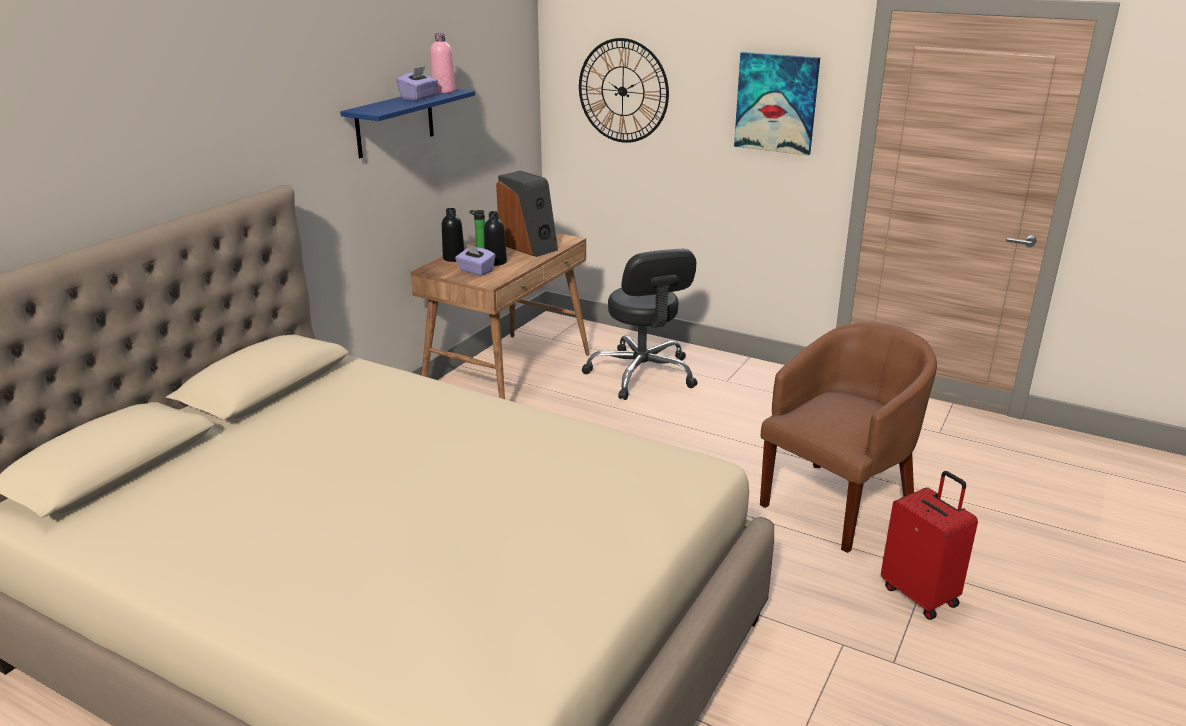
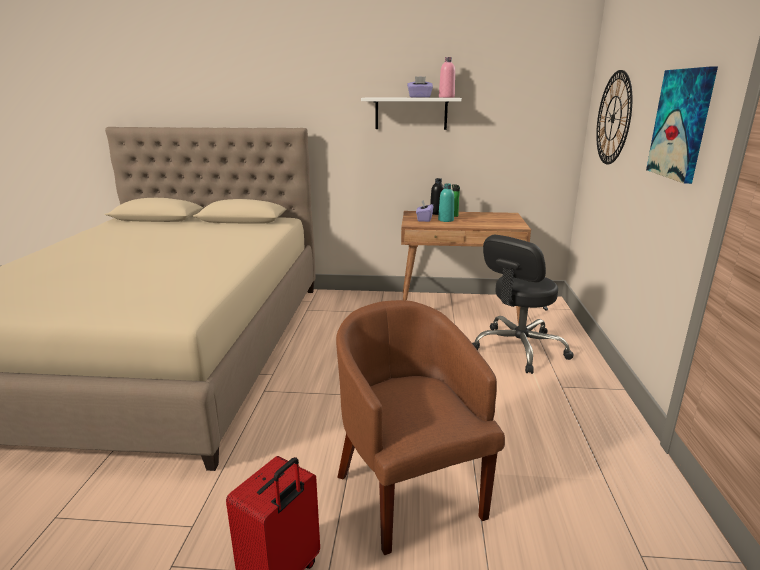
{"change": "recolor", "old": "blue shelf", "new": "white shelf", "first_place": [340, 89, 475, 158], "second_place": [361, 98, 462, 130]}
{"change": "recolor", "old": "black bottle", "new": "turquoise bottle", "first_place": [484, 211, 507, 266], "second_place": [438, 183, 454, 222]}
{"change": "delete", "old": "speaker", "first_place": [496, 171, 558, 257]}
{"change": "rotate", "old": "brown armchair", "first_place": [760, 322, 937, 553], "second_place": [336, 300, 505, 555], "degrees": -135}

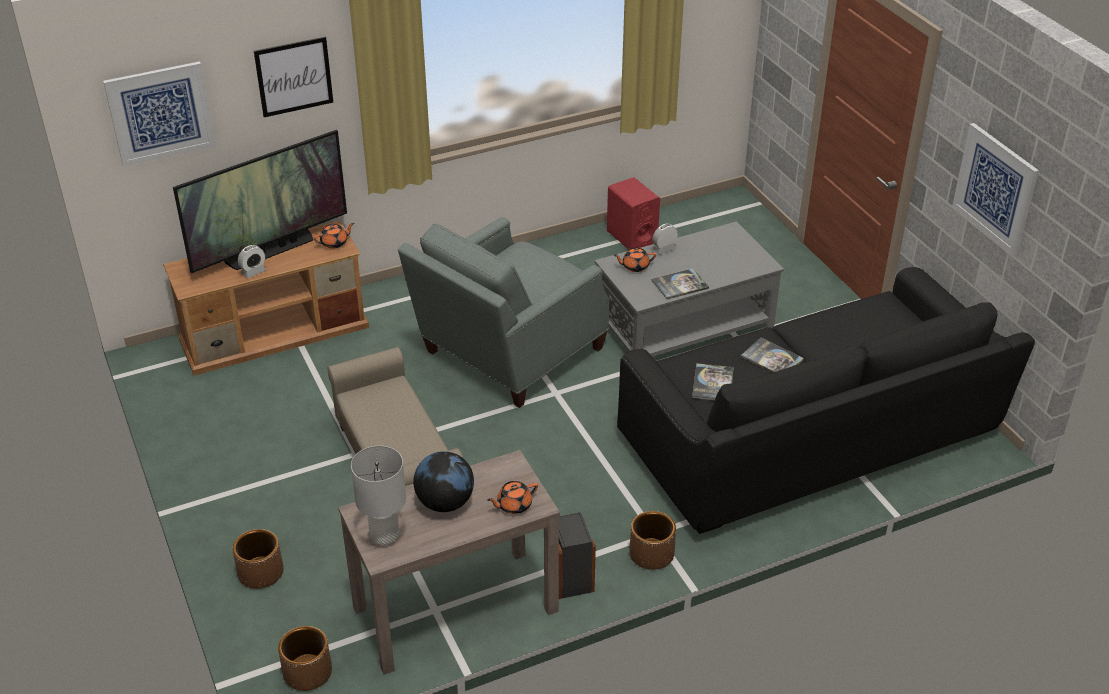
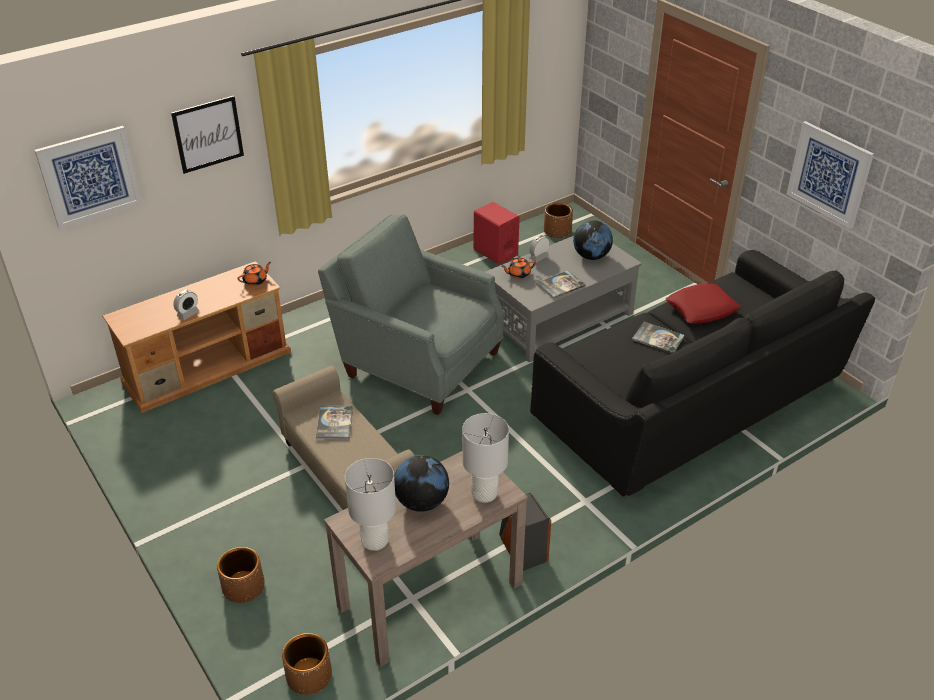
{"change": "delete", "old": "television", "first_place": [173, 130, 347, 273]}
{"change": "rotate", "old": "grey armchair", "first_place": [398, 217, 610, 408], "second_place": [318, 215, 504, 415], "degrees": 90}
{"change": "replace", "old": "orange teapot", "new": "grey table lamp", "first_place": [487, 481, 538, 514], "second_place": [462, 413, 509, 503]}
{"change": "move", "old": "brown planter", "first_place": [629, 511, 676, 570], "second_place": [544, 203, 573, 238]}
{"change": "move", "old": "book", "first_place": [692, 363, 734, 400], "second_place": [316, 406, 353, 439]}
{"change": "insert", "new": "globe", "second_place": [573, 220, 613, 260]}
{"change": "insert", "new": "red pillow", "second_place": [666, 284, 741, 323]}

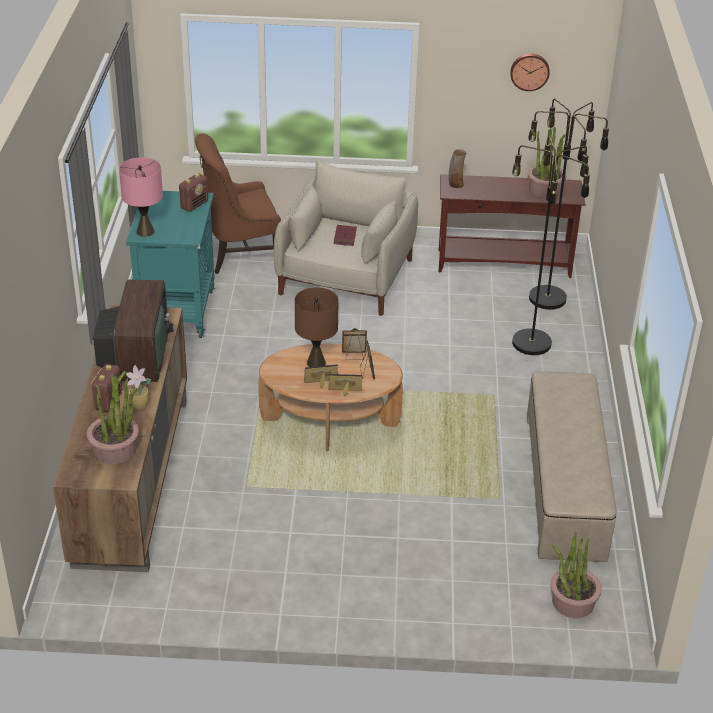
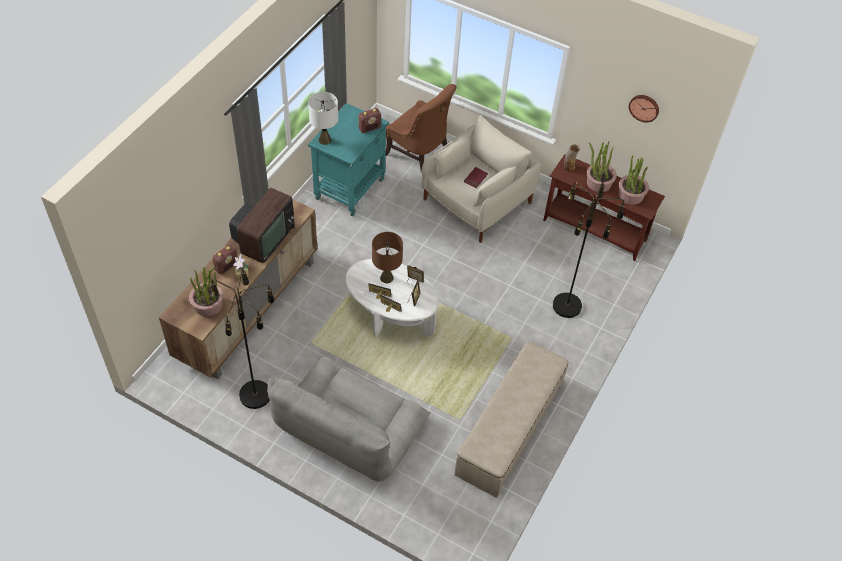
{"change": "recolor", "old": "pink table lamp", "new": "white table lamp", "first_place": [119, 157, 163, 237], "second_place": [308, 92, 338, 145]}
{"change": "rotate", "old": "brown armchair", "first_place": [195, 133, 281, 274], "second_place": [386, 84, 456, 172], "degrees": -150}
{"change": "recolor", "old": "brown coffee table", "new": "white coffee table", "first_place": [258, 343, 403, 451], "second_place": [346, 259, 439, 337]}
{"change": "move", "old": "floor lamp", "first_place": [528, 98, 609, 310], "second_place": [211, 268, 274, 409]}
{"change": "move", "old": "potted plant", "first_place": [551, 531, 602, 618], "second_place": [587, 141, 617, 192]}
{"change": "insert", "new": "grey sofa", "second_place": [267, 356, 431, 482]}

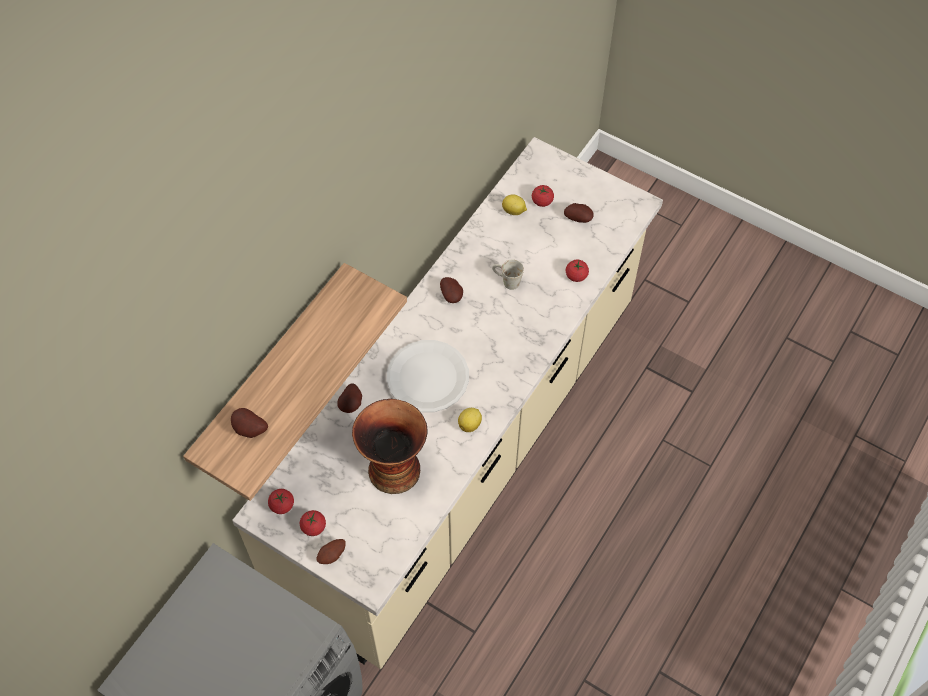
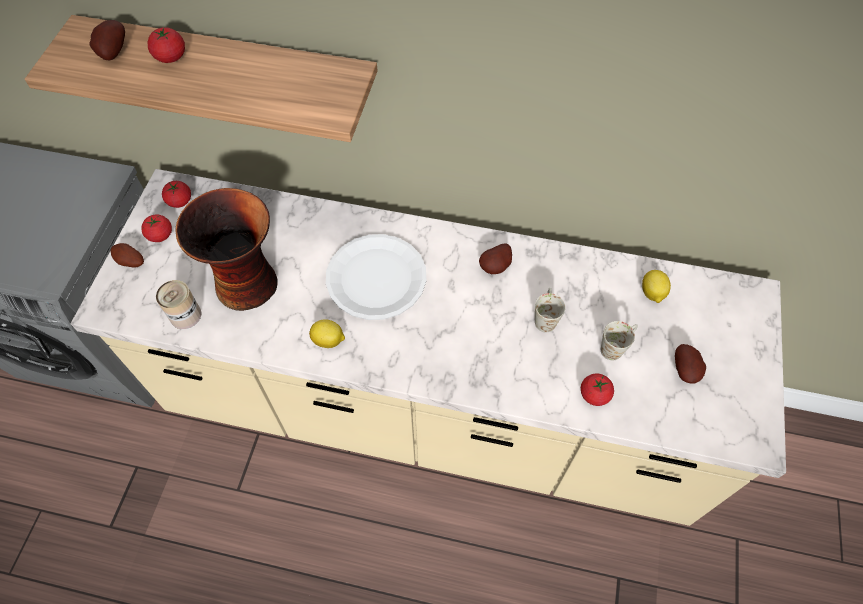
{"change": "delete", "old": "potato", "first_place": [337, 384, 362, 413]}
{"change": "move", "old": "tomato", "first_place": [532, 185, 554, 207], "second_place": [148, 27, 185, 63]}
{"change": "insert", "new": "can", "second_place": [156, 280, 201, 329]}
{"change": "insert", "new": "white mug", "second_place": [601, 321, 638, 360]}

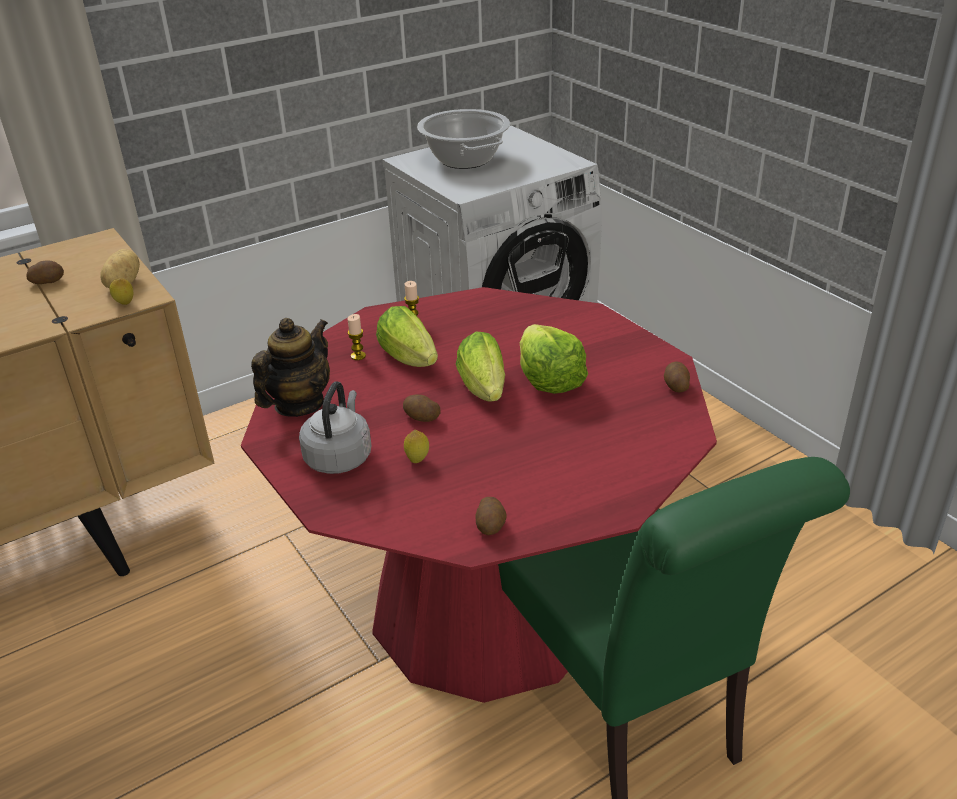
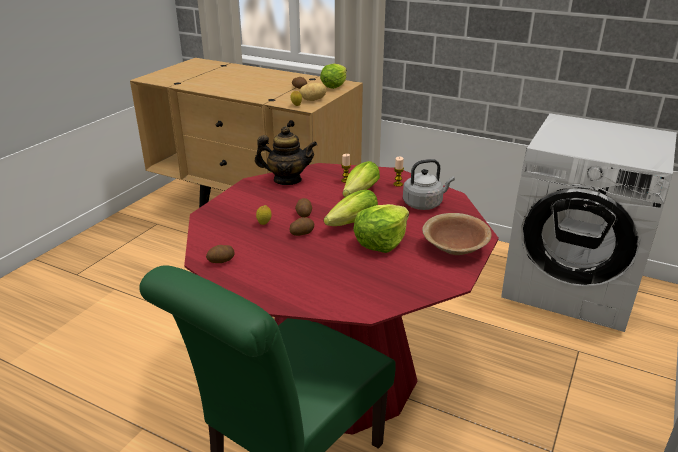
{"change": "move", "old": "grey kettle", "first_place": [299, 381, 372, 474], "second_place": [403, 159, 455, 210]}
{"change": "delete", "old": "cooking pot", "first_place": [417, 109, 510, 169]}
{"change": "move", "old": "potato", "first_place": [664, 361, 690, 392], "second_place": [290, 217, 314, 236]}
{"change": "insert", "new": "lettuce", "second_place": [320, 64, 347, 89]}
{"change": "insert", "new": "brown bowl", "second_place": [422, 213, 492, 255]}

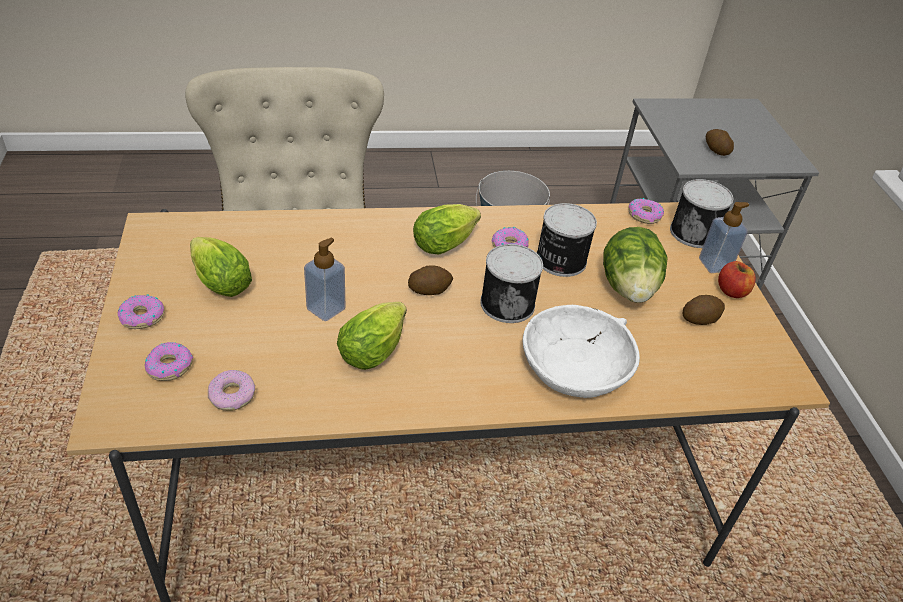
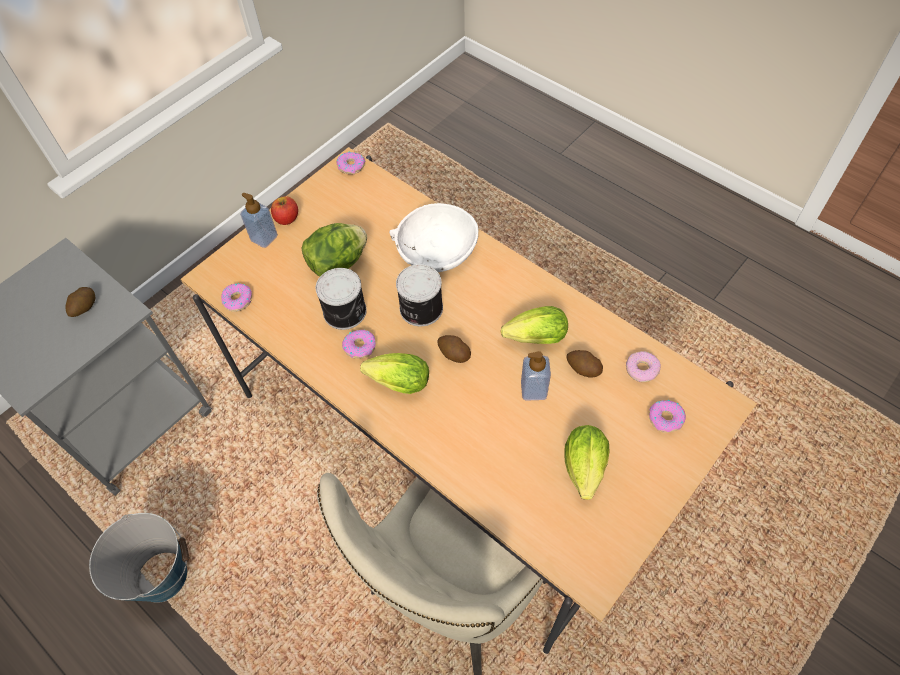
{"change": "move", "old": "donut", "first_place": [117, 294, 165, 329], "second_place": [337, 151, 365, 175]}
{"change": "delete", "old": "can", "first_place": [670, 179, 733, 248]}
{"change": "move", "old": "potato", "first_place": [682, 295, 725, 325], "second_place": [566, 350, 603, 378]}

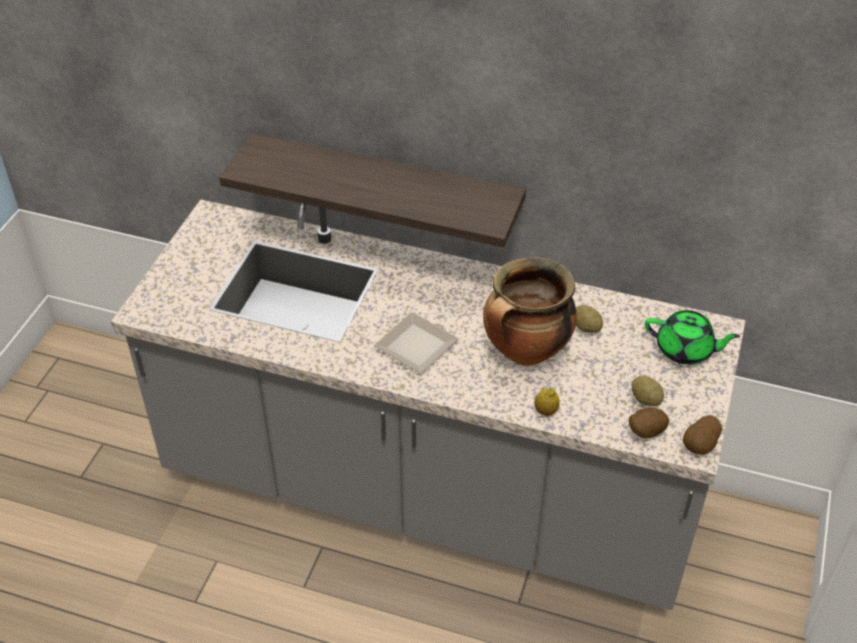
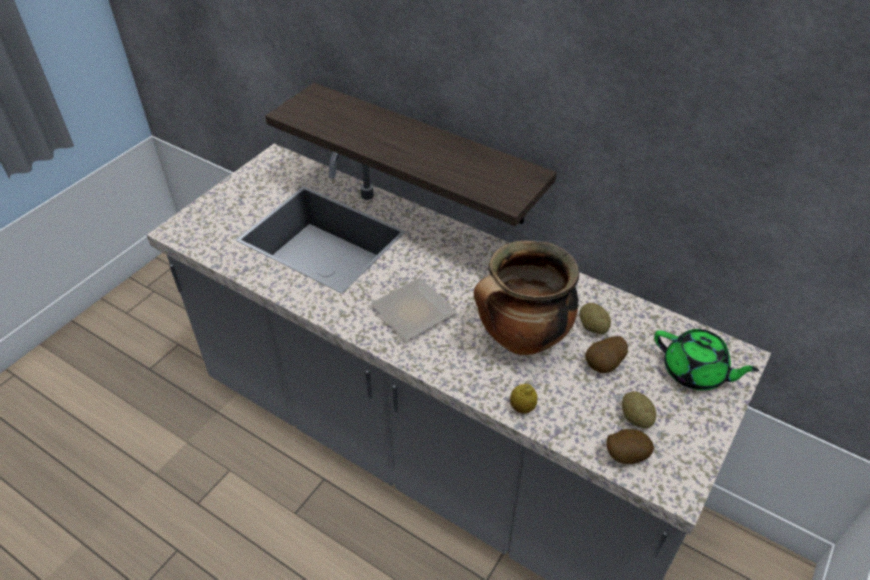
{"change": "move", "old": "potato", "first_place": [683, 415, 722, 455], "second_place": [585, 336, 628, 373]}

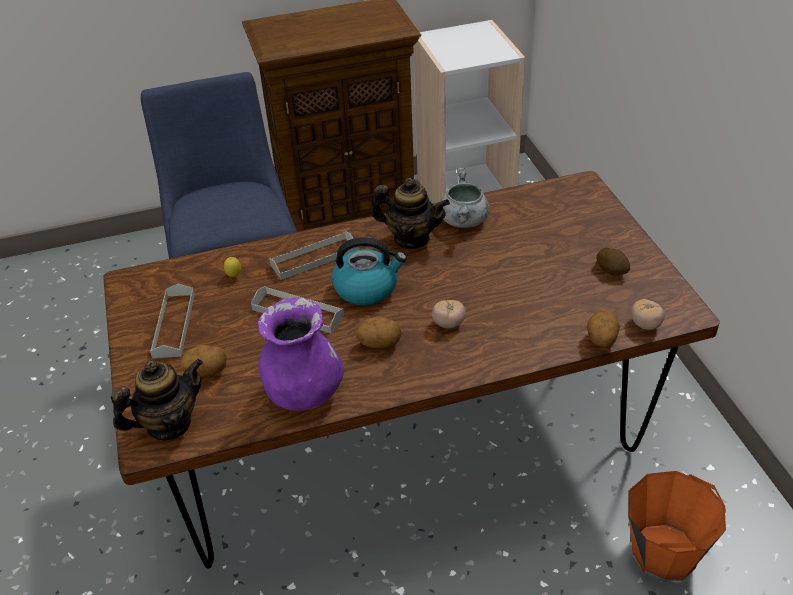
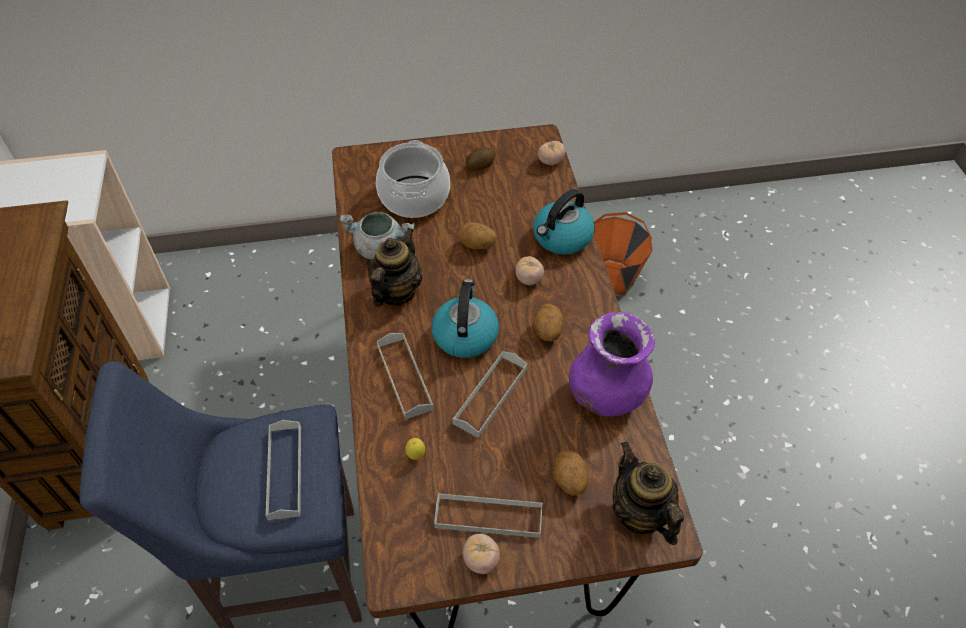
{"change": "move", "old": "potato", "first_place": [586, 309, 620, 347], "second_place": [458, 222, 497, 249]}
{"change": "insert", "new": "grey tray", "second_place": [265, 420, 301, 520]}
{"change": "insert", "new": "cooking pot", "second_place": [376, 140, 450, 218]}
{"change": "insert", "new": "tomato", "second_place": [463, 533, 500, 574]}
{"change": "insert", "new": "kettle", "second_place": [533, 189, 594, 255]}

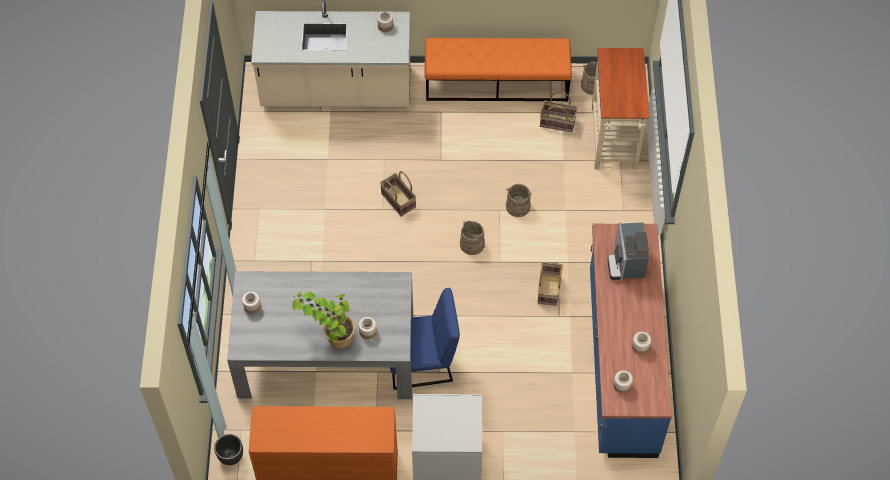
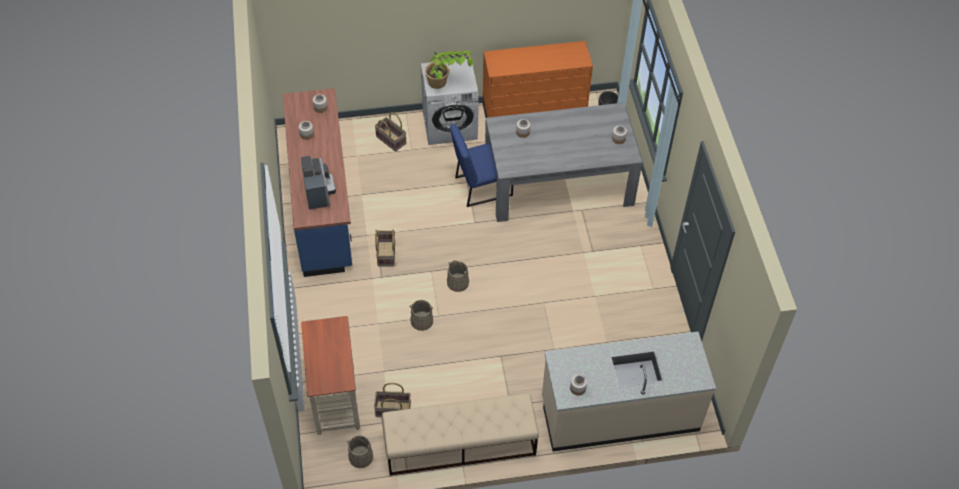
{"change": "move", "old": "potted plant", "first_place": [292, 291, 355, 349], "second_place": [425, 51, 473, 89]}
{"change": "move", "old": "basket", "first_place": [380, 171, 416, 217], "second_place": [375, 112, 406, 152]}
{"change": "recolor", "old": "orange bench", "new": "beige bench", "first_place": [424, 38, 572, 102], "second_place": [382, 393, 539, 476]}

